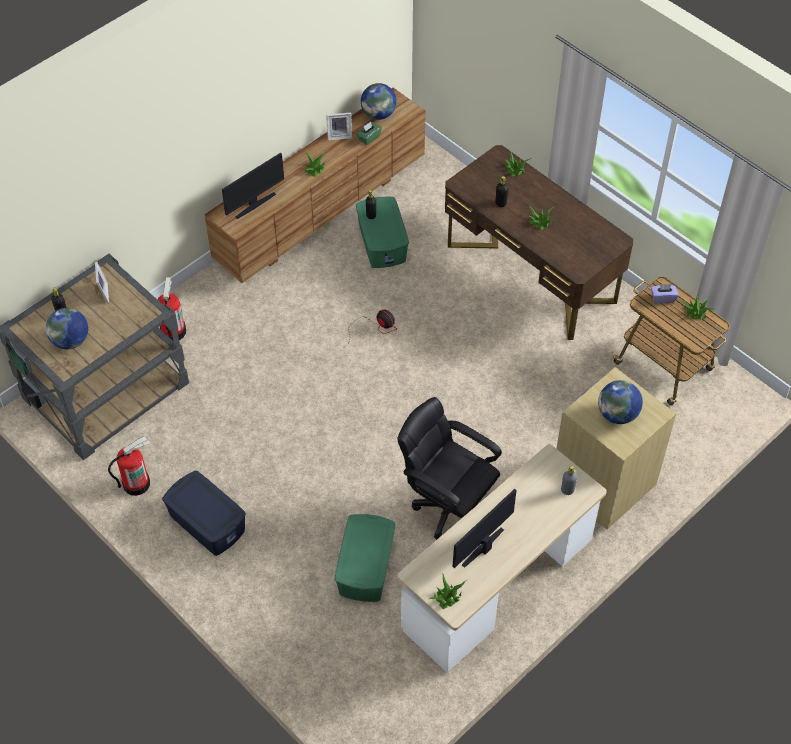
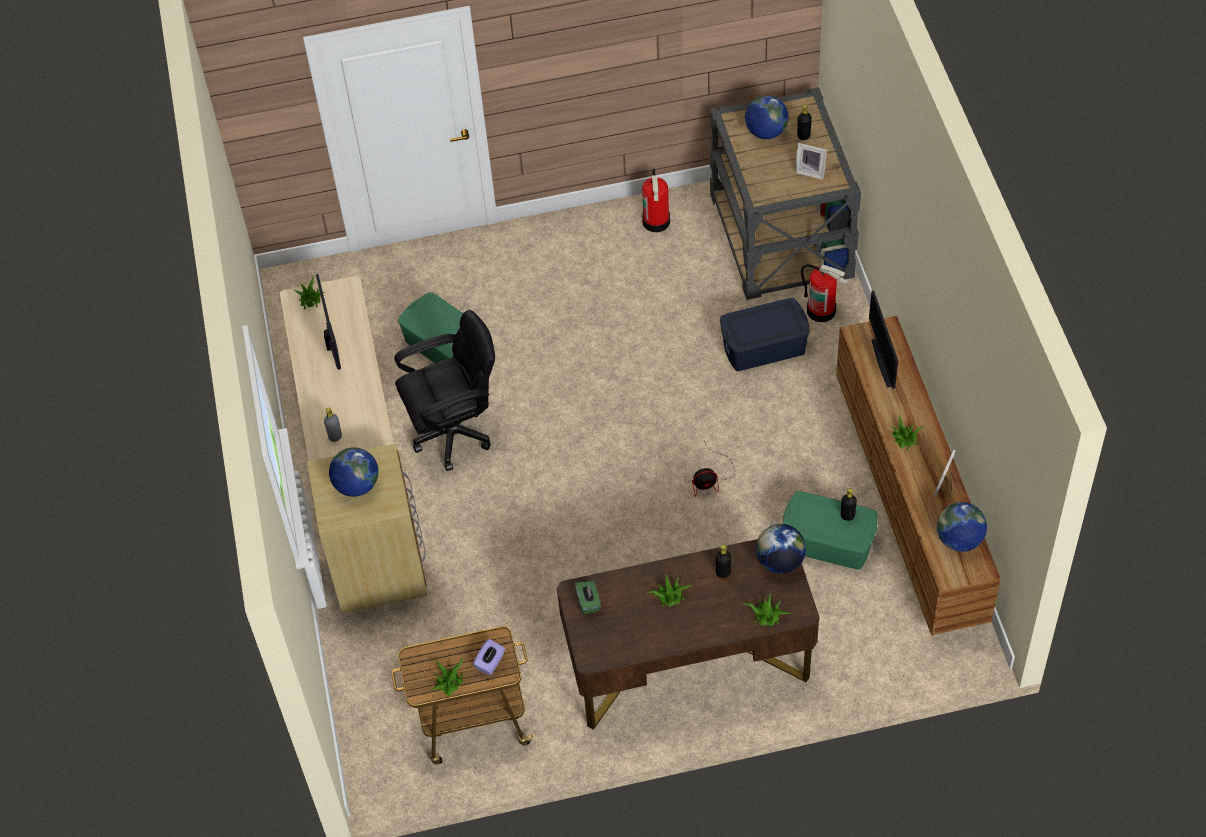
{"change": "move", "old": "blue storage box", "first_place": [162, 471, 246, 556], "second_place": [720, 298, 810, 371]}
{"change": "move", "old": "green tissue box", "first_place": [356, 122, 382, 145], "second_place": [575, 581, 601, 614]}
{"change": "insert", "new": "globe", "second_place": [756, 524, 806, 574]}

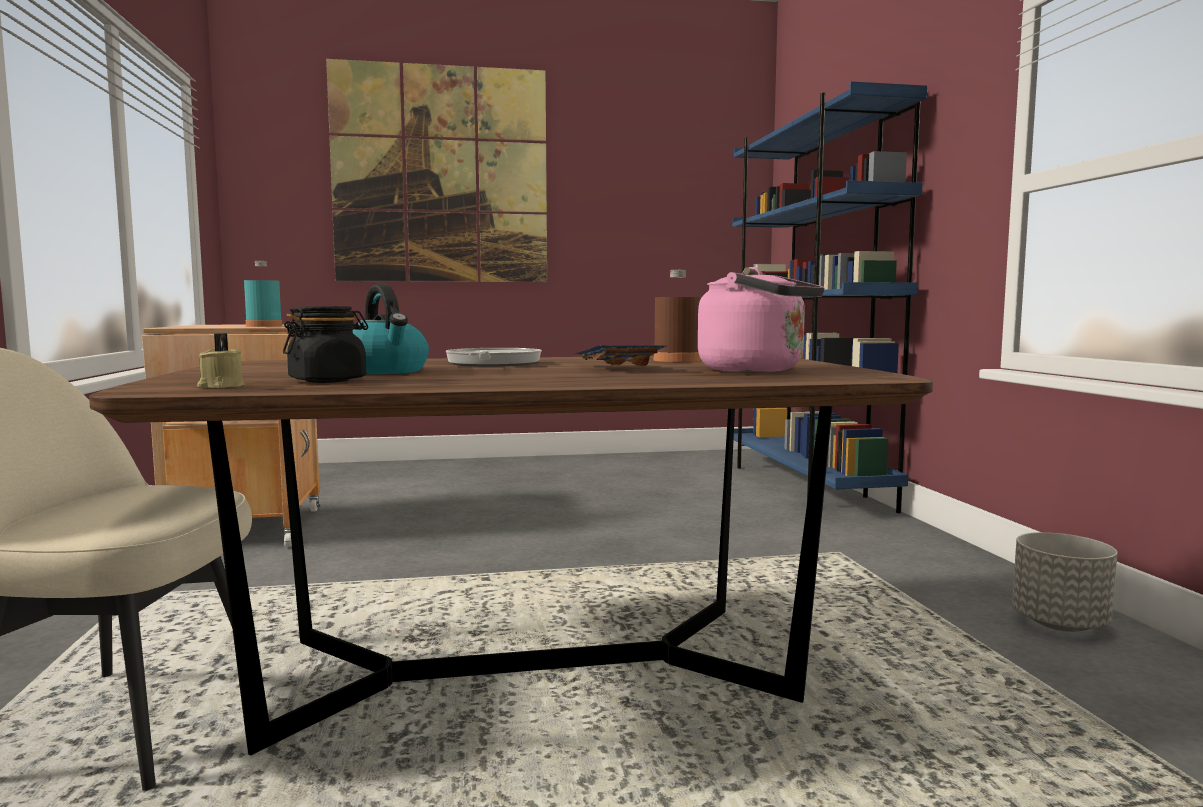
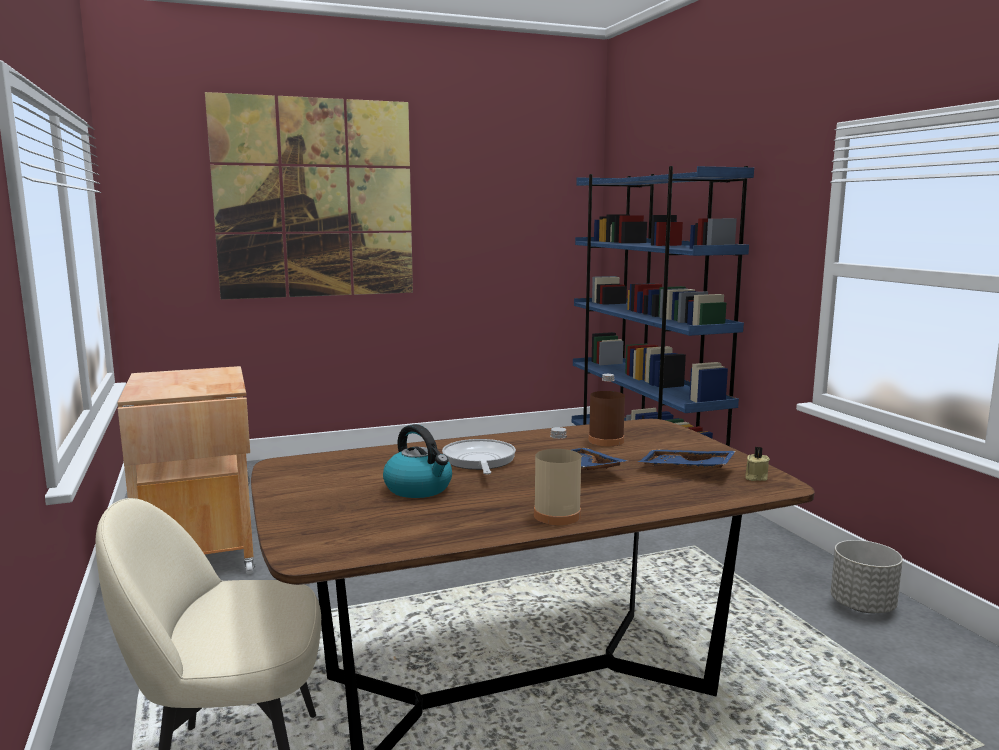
{"change": "move", "old": "beige candle", "first_place": [197, 333, 245, 388], "second_place": [745, 447, 770, 481]}
{"change": "delete", "old": "turquoise bottle", "first_place": [244, 261, 282, 327]}
{"change": "delete", "old": "black jar", "first_place": [283, 306, 368, 383]}
{"change": "replace", "old": "pink kettle", "new": "blue tray", "first_place": [698, 267, 824, 372], "second_place": [638, 450, 736, 469]}
{"change": "insert", "new": "beige bottle", "second_place": [534, 427, 581, 525]}

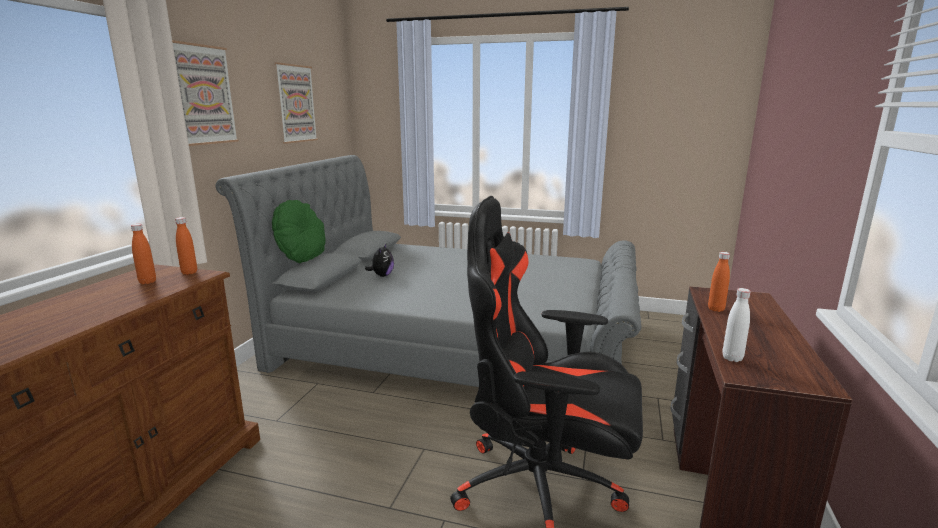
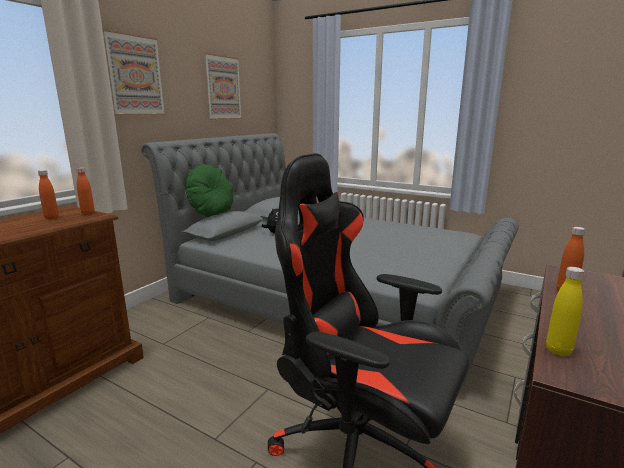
{"change": "recolor", "old": "white bottle", "new": "yellow bottle", "first_place": [722, 288, 751, 362], "second_place": [546, 267, 584, 356]}

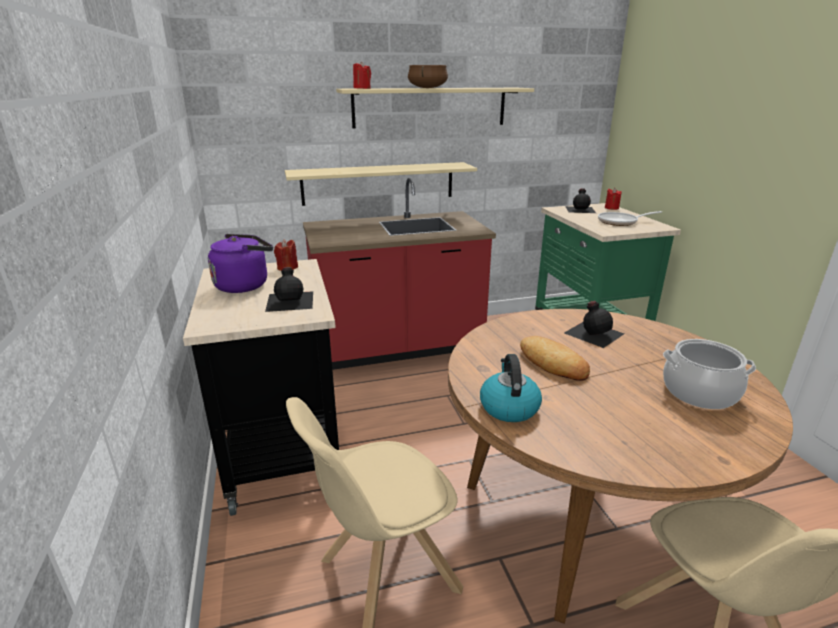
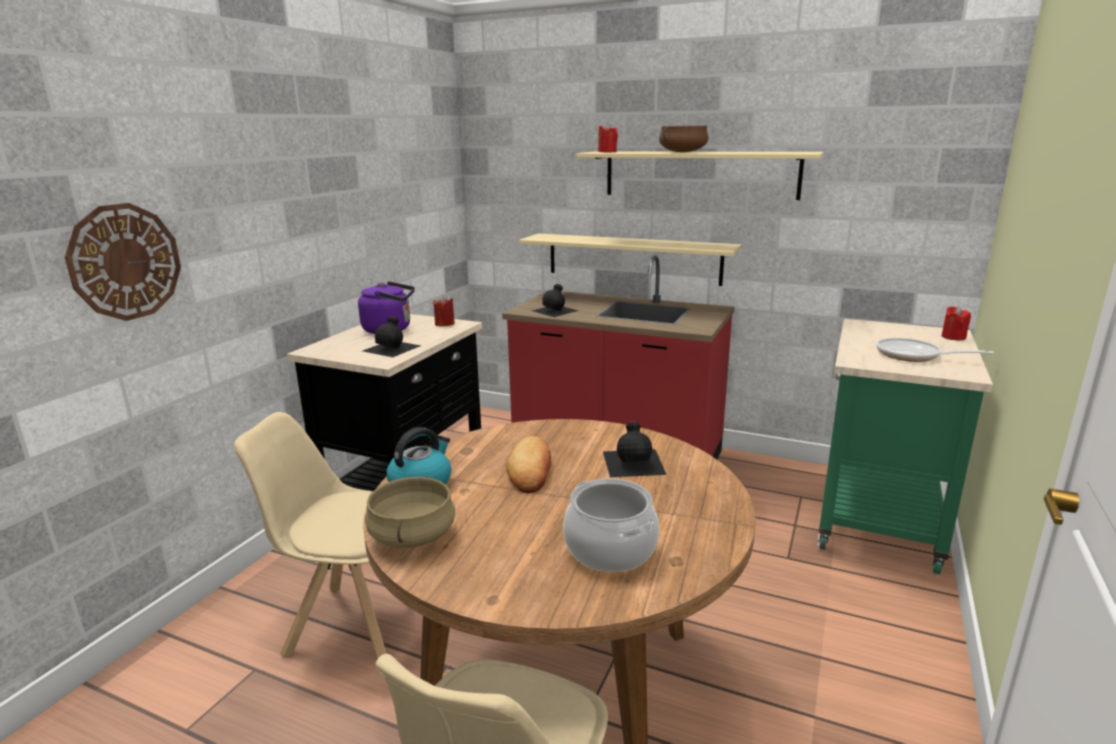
{"change": "move", "old": "black bottle", "first_place": [565, 188, 596, 213], "second_place": [532, 284, 579, 317]}
{"change": "insert", "new": "wall clock", "second_place": [65, 203, 181, 321]}
{"change": "insert", "new": "beige cooking pot", "second_place": [365, 476, 455, 548]}

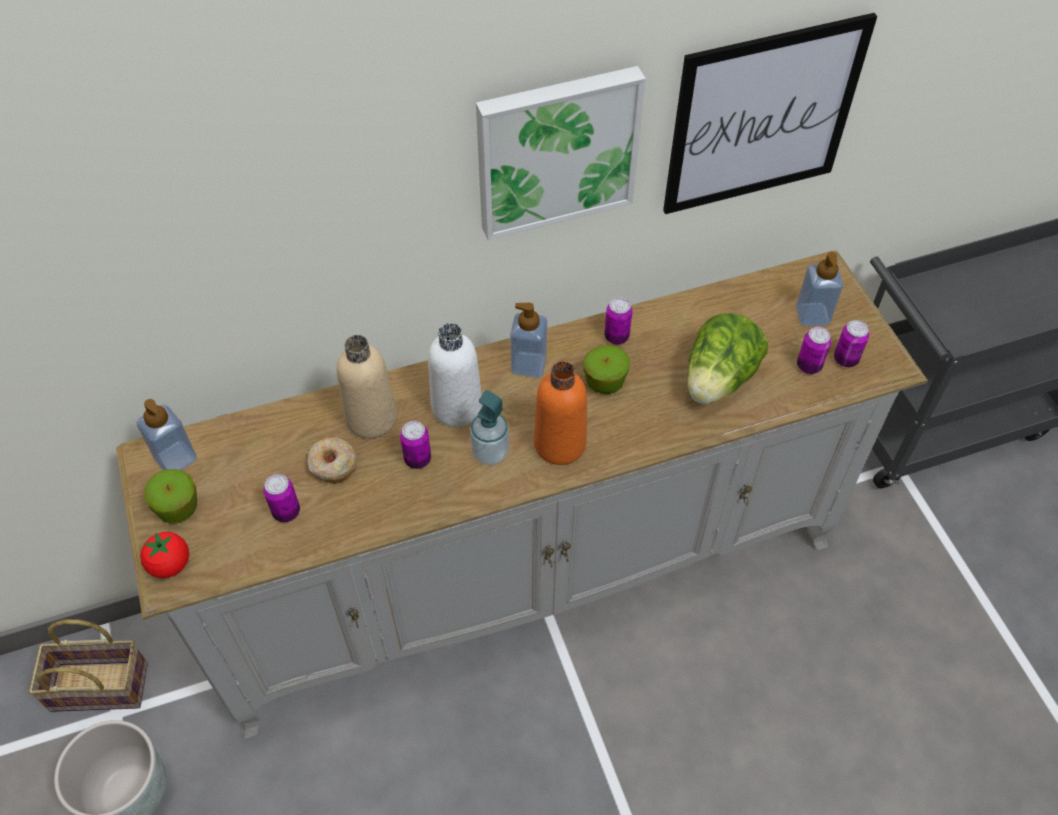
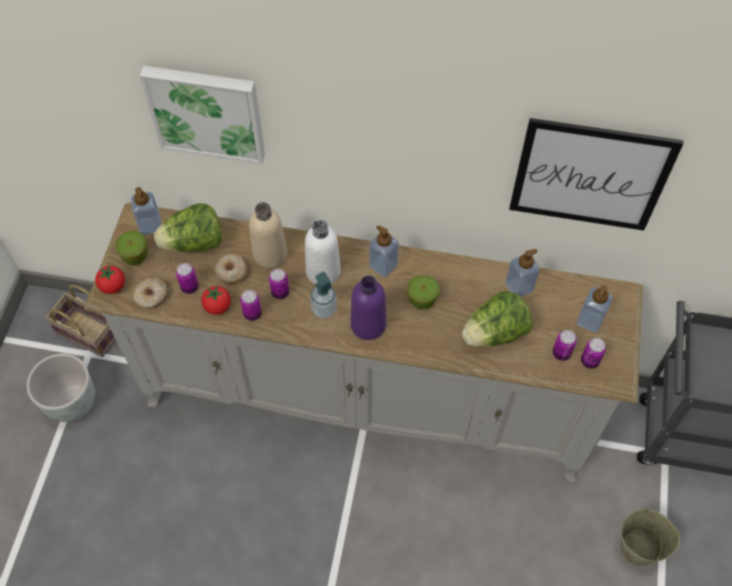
{"change": "move", "old": "picture", "first_place": [476, 66, 646, 240], "second_place": [139, 66, 265, 164]}
{"change": "recolor", "old": "orange bottle", "new": "purple bottle", "first_place": [534, 361, 587, 465], "second_place": [350, 276, 386, 340]}
{"change": "move", "old": "can", "first_place": [604, 297, 633, 344], "second_place": [240, 290, 262, 321]}
{"change": "insert", "new": "donut", "second_place": [133, 278, 168, 308]}
{"change": "insert", "new": "lettuce", "second_place": [154, 203, 222, 252]}
{"change": "insert", "new": "tomato", "second_place": [201, 286, 231, 315]}
{"change": "insert", "new": "soap dispenser", "second_place": [505, 249, 540, 297]}
{"change": "insert", "new": "beige bucket", "second_place": [621, 509, 680, 566]}

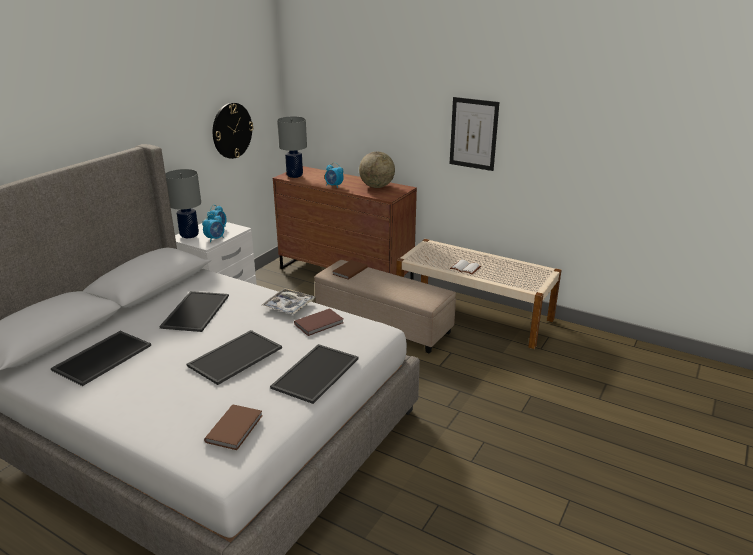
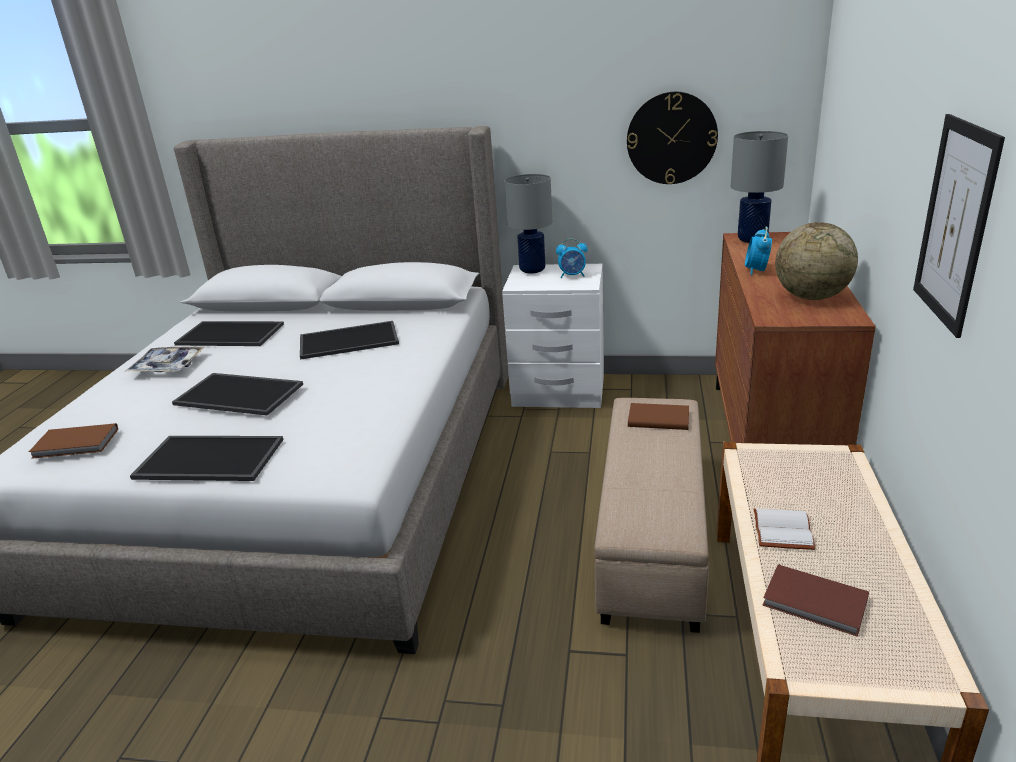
{"change": "delete", "old": "alarm clock", "first_place": [202, 214, 224, 242]}
{"change": "move", "old": "tray", "first_place": [261, 288, 315, 315], "second_place": [125, 347, 204, 372]}
{"change": "move", "old": "brown book", "first_place": [294, 308, 343, 336], "second_place": [762, 564, 869, 637]}

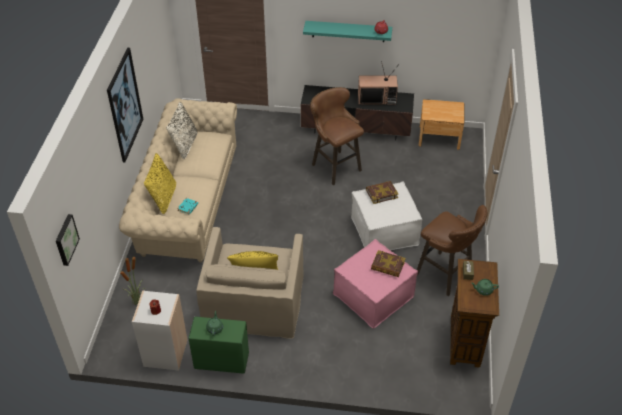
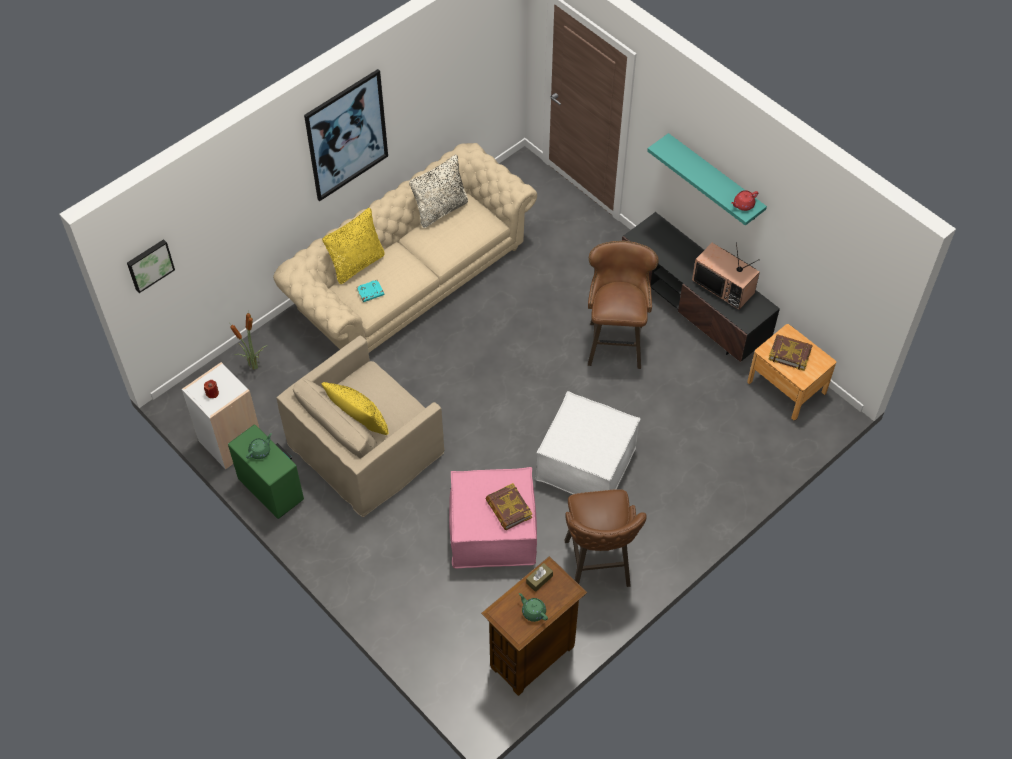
{"change": "move", "old": "book", "first_place": [366, 181, 398, 204], "second_place": [768, 334, 813, 371]}

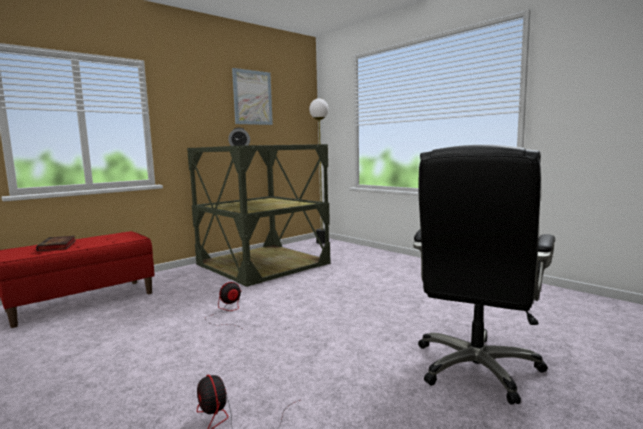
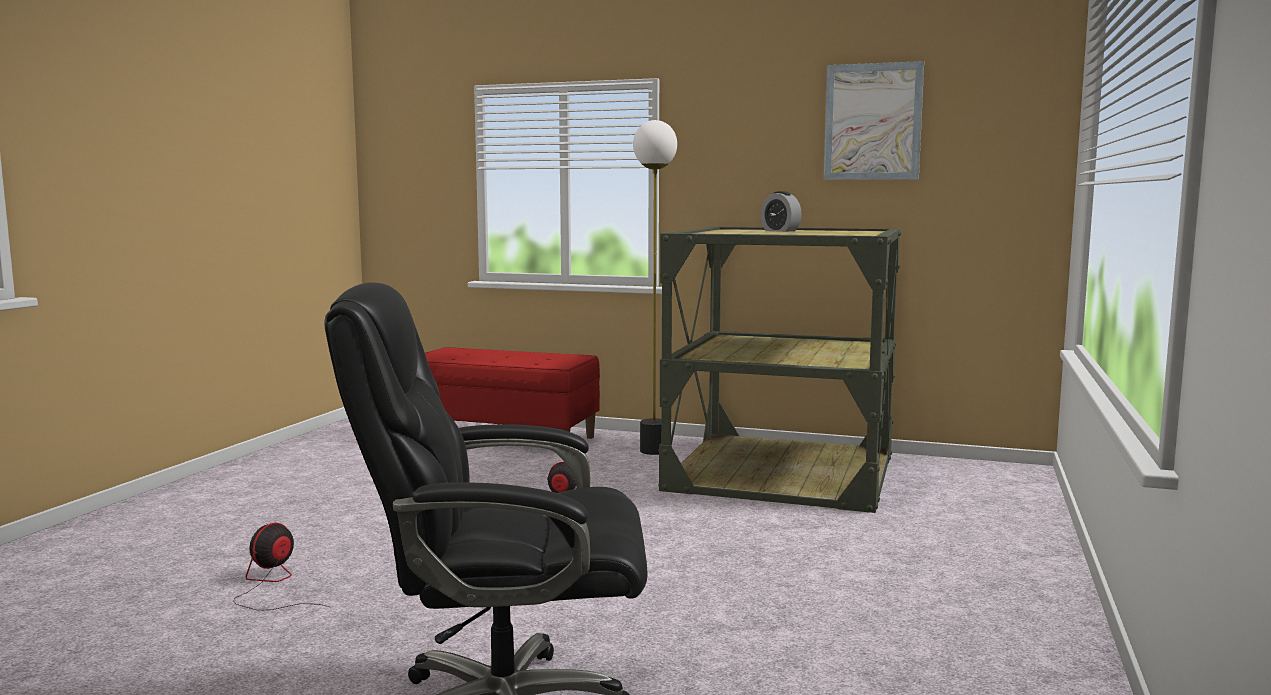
{"change": "delete", "old": "book", "first_place": [36, 236, 76, 251]}
{"change": "move", "old": "floor lamp", "first_place": [309, 98, 329, 244], "second_place": [633, 120, 677, 455]}

